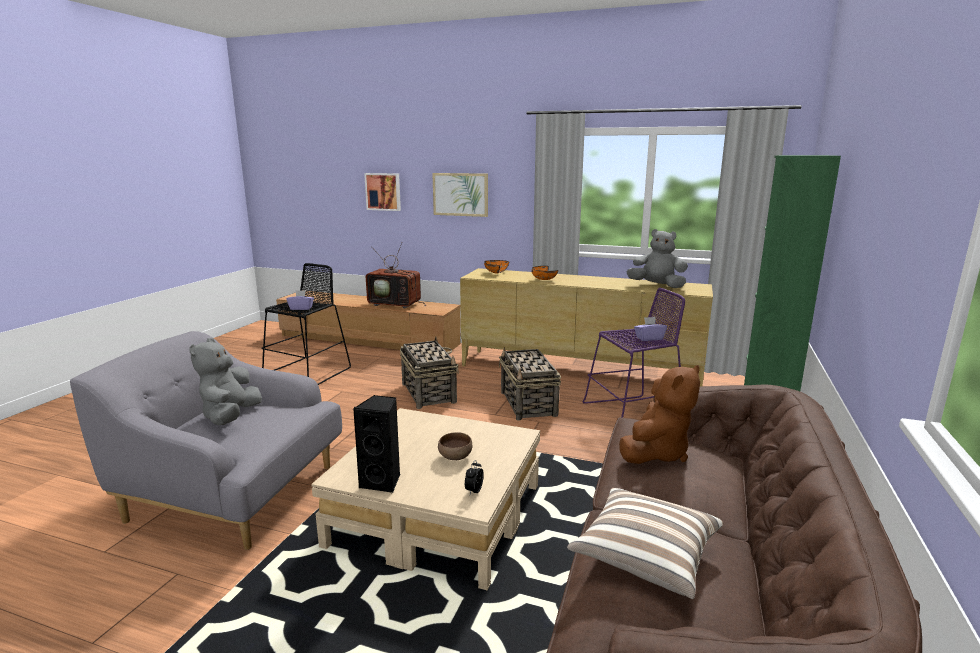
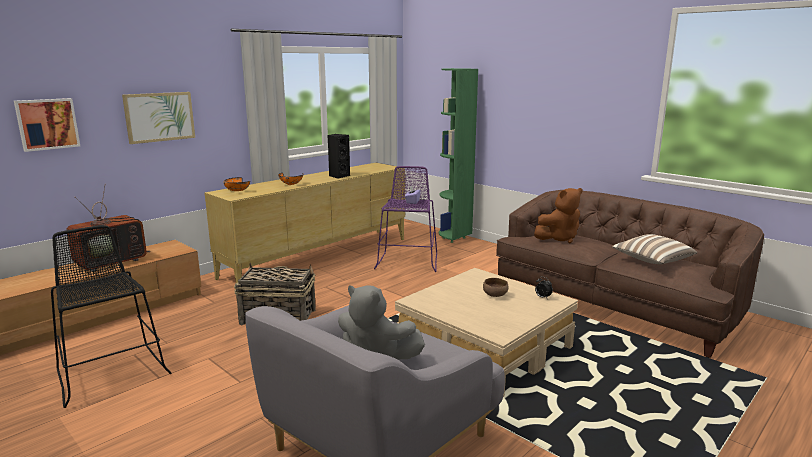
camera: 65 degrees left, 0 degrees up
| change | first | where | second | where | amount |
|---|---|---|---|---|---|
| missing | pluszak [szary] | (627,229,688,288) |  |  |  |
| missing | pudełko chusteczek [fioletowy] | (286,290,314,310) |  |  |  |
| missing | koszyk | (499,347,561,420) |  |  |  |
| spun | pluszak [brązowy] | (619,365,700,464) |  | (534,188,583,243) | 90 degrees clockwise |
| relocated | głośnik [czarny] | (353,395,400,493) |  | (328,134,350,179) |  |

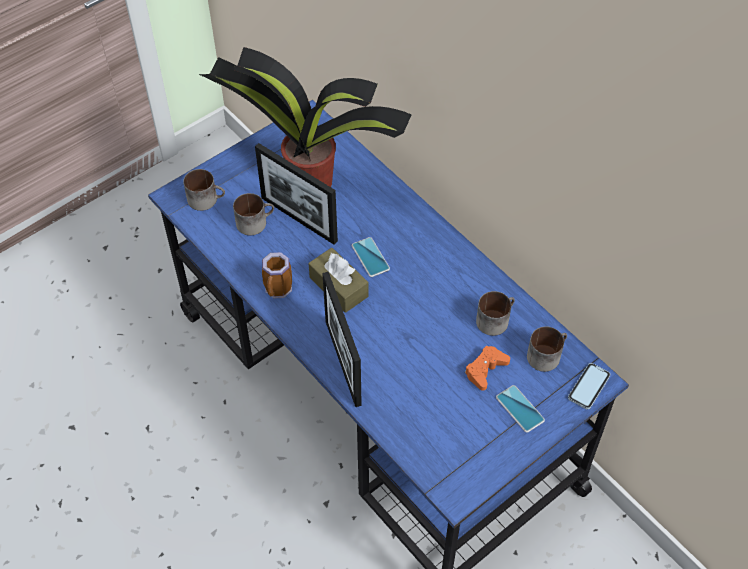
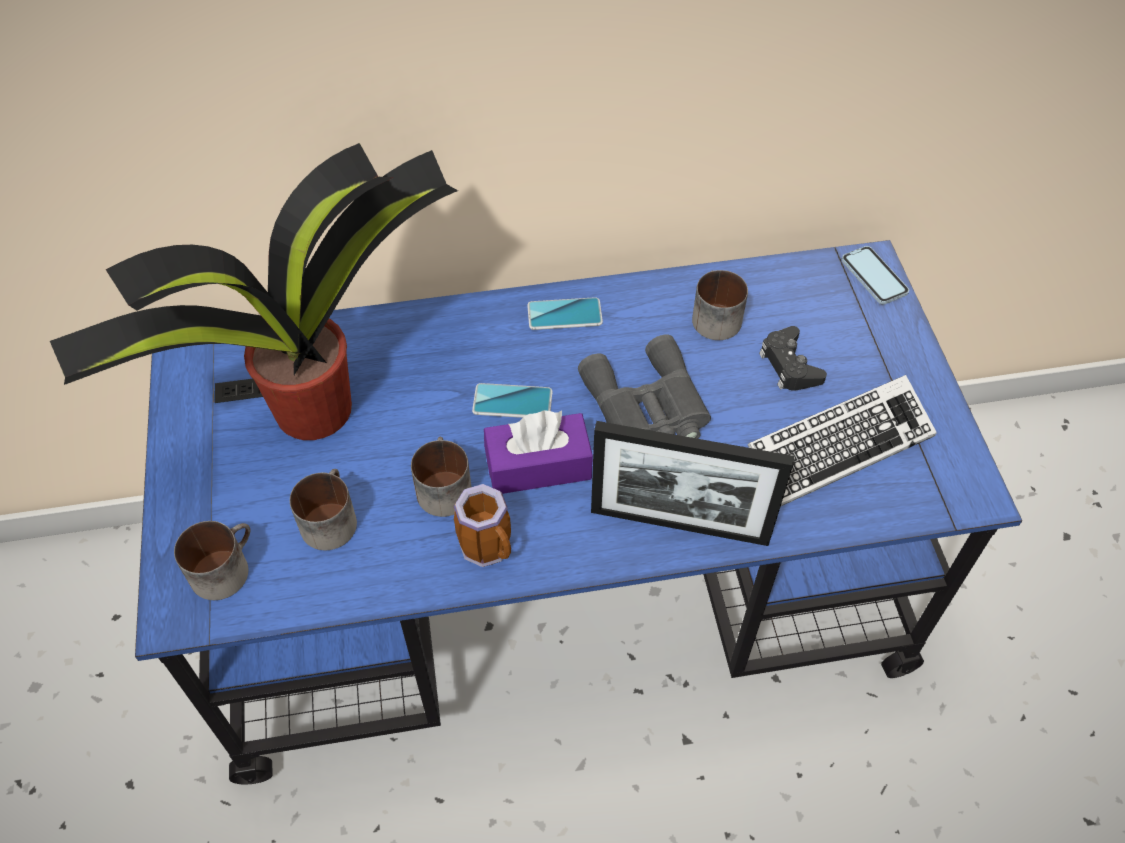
camera: 60 degrees left, 0 degrees up
| change | first | where | second | where | amount |
|---|---|---|---|---|---|
| missing | ramka na zdjęcie | (255,143,338,245) |  |  |  |
| colour | pudełko chusteczek [brązowy] | (309,248,369,313) | pudełko chusteczek [fioletowy] | (484,410,593,494) |  |
| relocated | kubek | (527,326,567,372) |  | (411,437,471,517) |  |
| colour | pad do gier [pomarańczowy] | (465,346,510,391) | pad do gier [czarny] | (759,326,827,391) |  |
| relocated | telefon | (496,385,545,432) |  | (527,297,603,330) |  |
| appeared |  |  | lornetka [szary] | (578,335,711,439) |  |
| appeared |  |  | klawiatura | (747,375,937,506) |  |

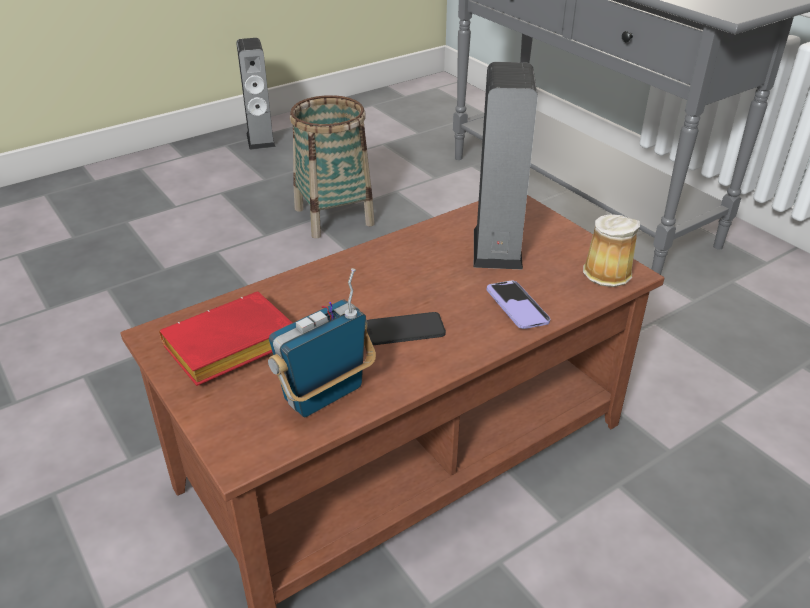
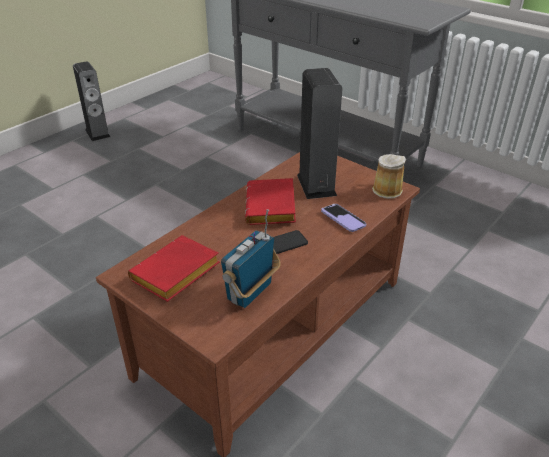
camera: 15 degrees left, 0 degrees up
| change | first | where | second | where | amount |
|---|---|---|---|---|---|
| missing | koszyk | (290,95,375,238) |  |  |  |
| appeared |  |  | książka [czerwony] | (245,178,296,225) |  |

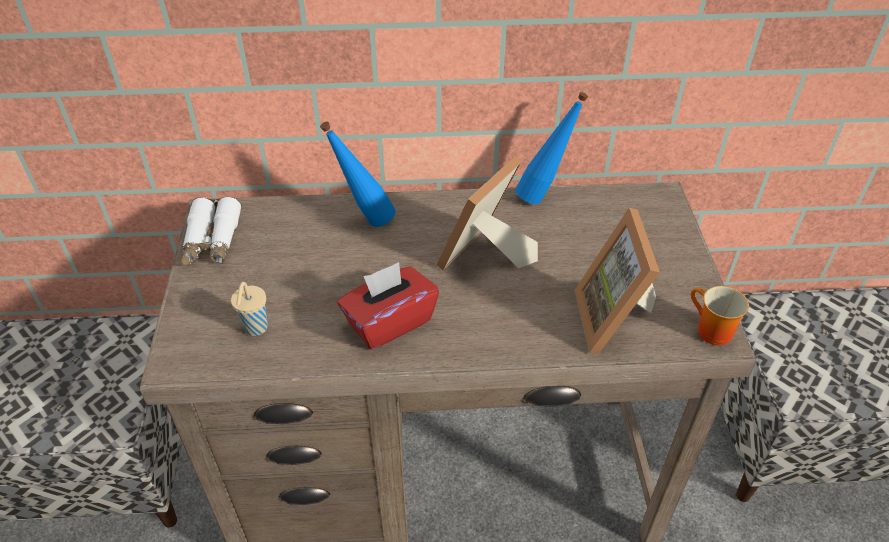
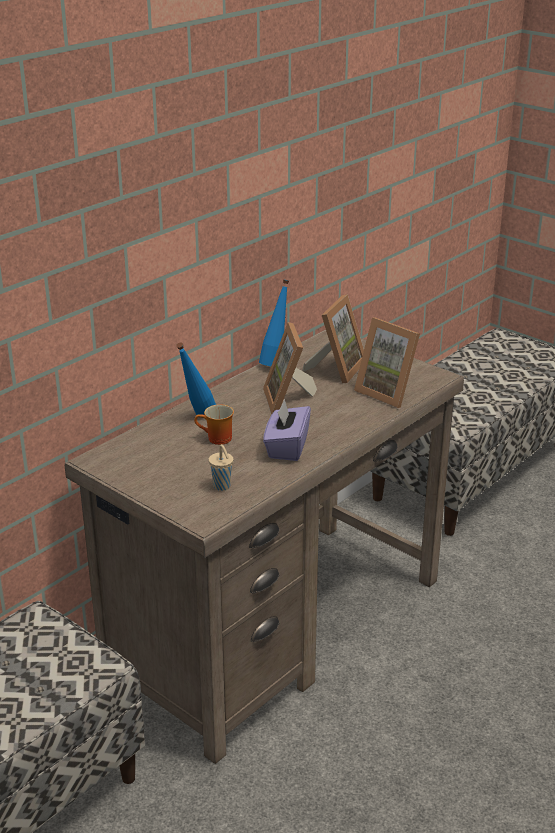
camera: 45 degrees left, 15 degrees down
| change | first | where | second | where | amount |
|---|---|---|---|---|---|
| missing | lornetka [biały] | (181,196,242,265) |  |  |  |
| colour | pudełko chusteczek [czerwony] | (337,262,439,349) | pudełko chusteczek [fioletowy] | (263,399,311,461) |  |
| relocated | kubek | (691,286,749,345) |  | (194,404,234,445) |  |
| appeared |  |  | ramka na zdjęcie | (302,294,364,384) |  |

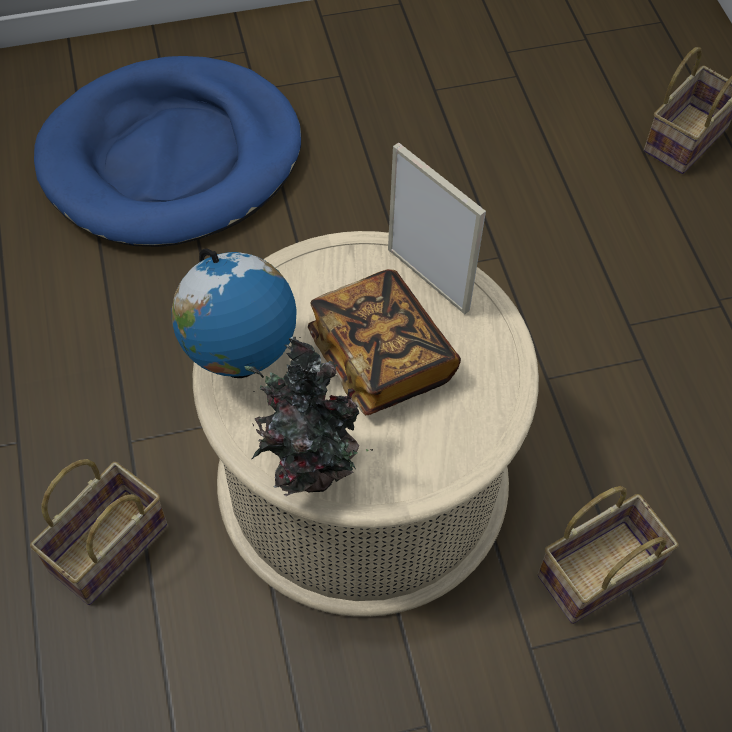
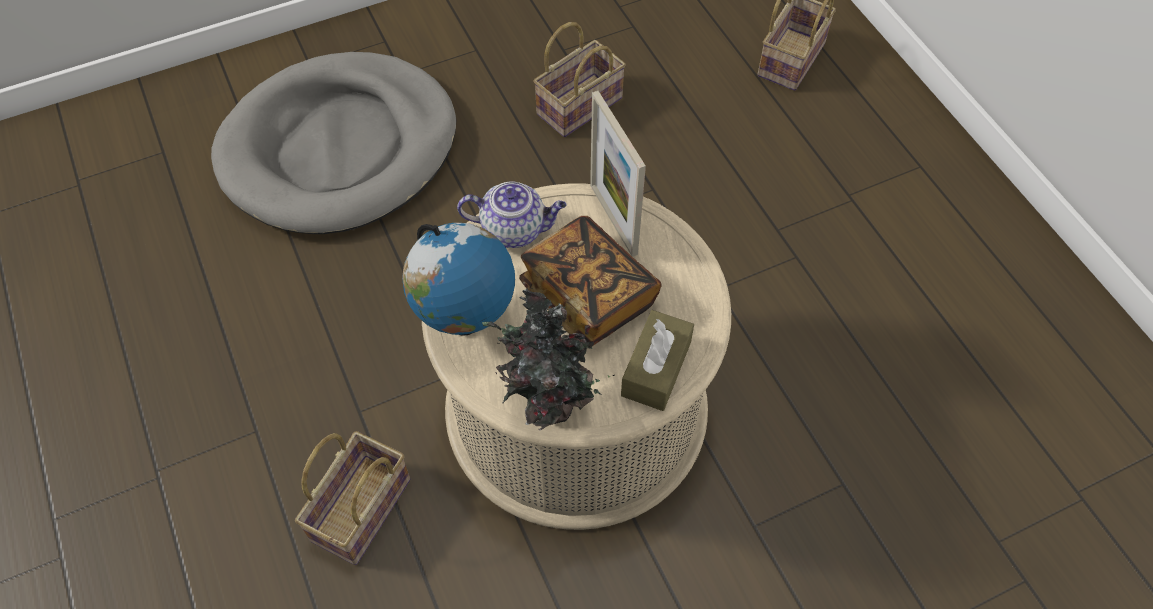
camera: 10 degrees left, 0 degrees up
| change | first | where | second | where | amount |
|---|---|---|---|---|---|
| colour | legowisko [niebieski] | (34,56,302,247) | legowisko [szary] | (211,52,456,234) |  |
| spun | ramka na zdjęcie | (388,142,486,315) |  | (590,91,646,257) | 150 degrees counterclockwise |
| relocated | koszyk | (537,486,679,624) |  | (533,22,626,137) |  |
| appeared |  |  | imbryk | (457,181,566,248) |  |
| appeared |  |  | pudełko chusteczek [brązowy] | (621,310,694,411) |  |

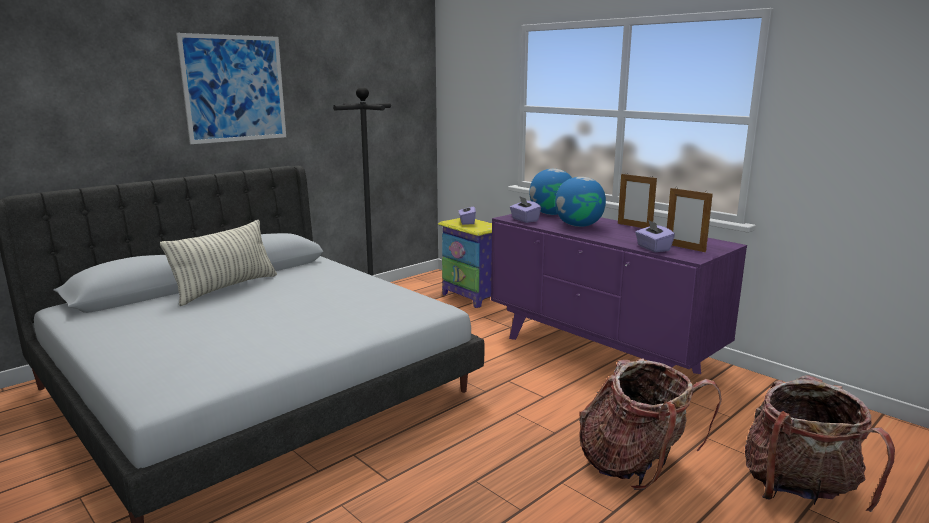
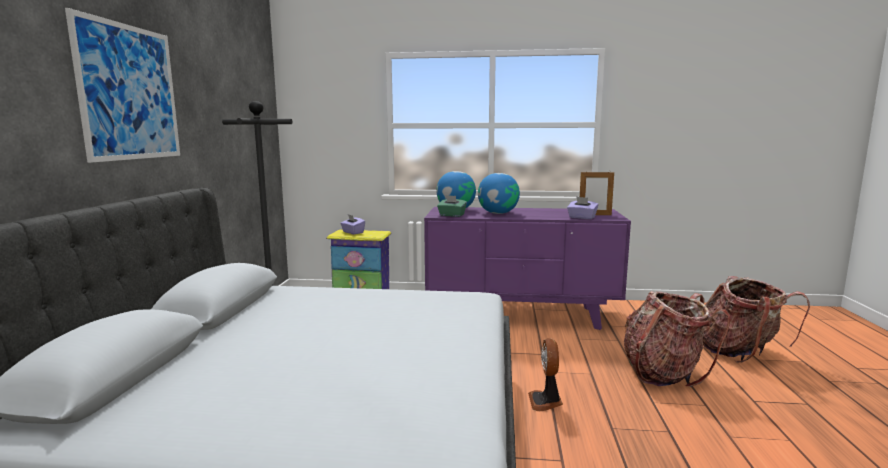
camera: 40 degrees left, 5 degrees down
| change | first | where | second | where | amount |
|---|---|---|---|---|---|
| missing | ramka na zdjęcie | (618,173,657,228) |  |  |  |
| colour | pudełko chusteczek [fioletowy] | (510,197,541,223) | pudełko chusteczek [zielony] | (437,195,467,217) |  |
| missing | poduszka | (160,220,277,306) |  |  |  |
| appeared |  |  | wentylator | (528,338,563,411) |  |

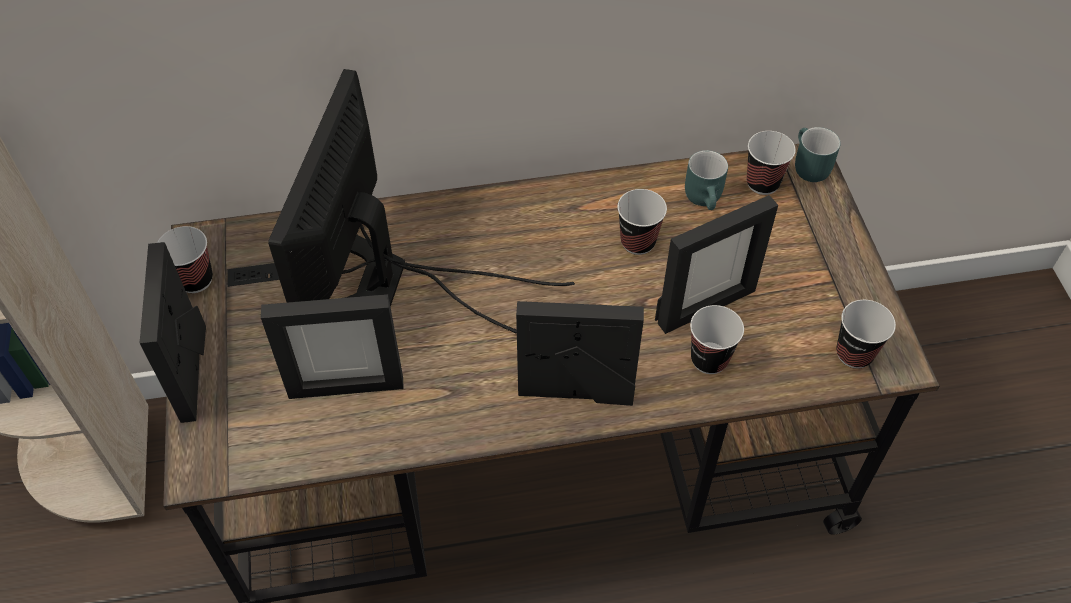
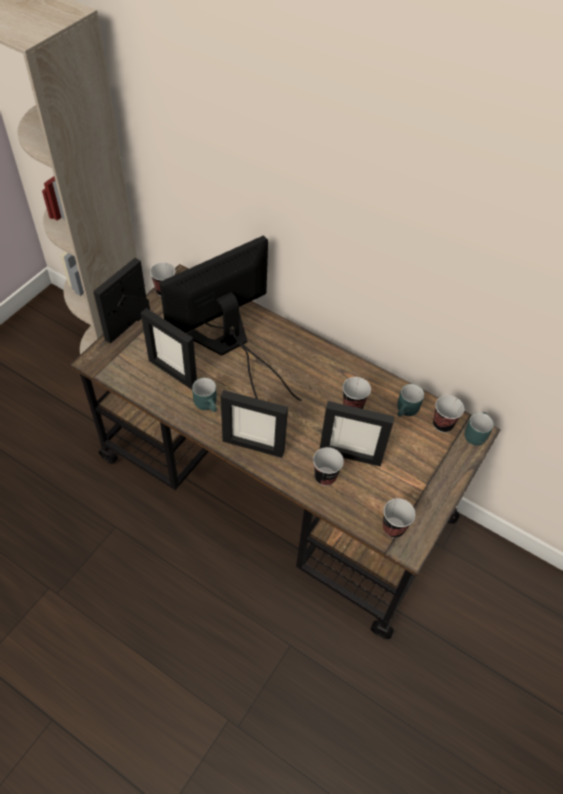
camera: 40 degrees right, 0 degrees up
| change | first | where | second | where | amount |
|---|---|---|---|---|---|
| spun | ramka na zdjęcie | (516,301,644,406) |  | (221,390,288,458) | 150 degrees clockwise |
| appeared |  |  | kubek [turkusowy] | (192,378,217,412) |  |

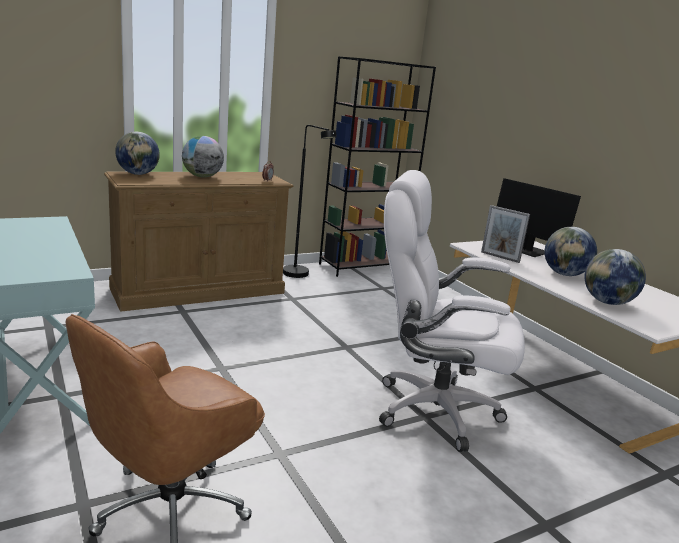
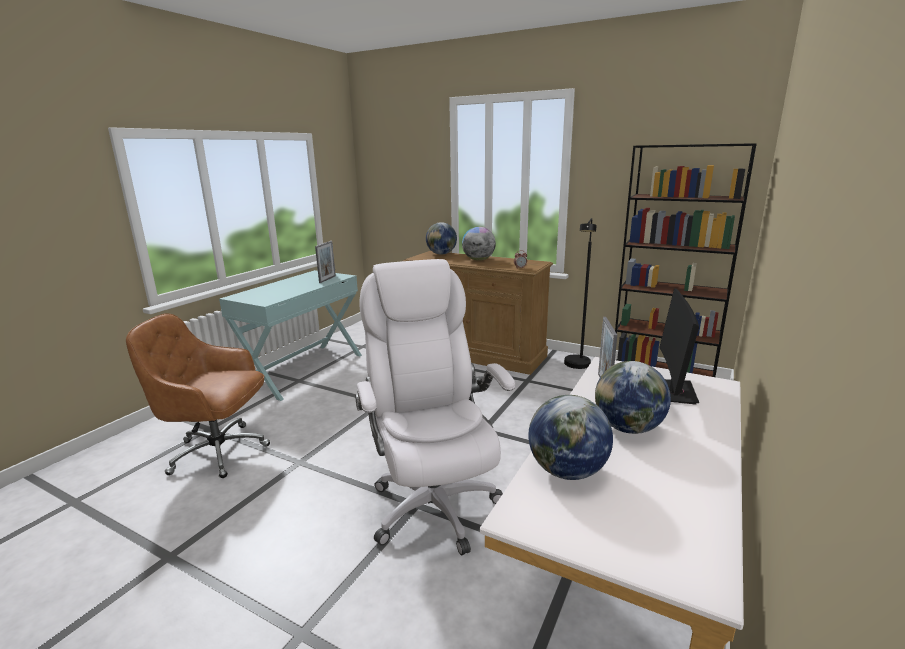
camera: 60 degrees right, 0 degrees up
| change | first | where | second | where | amount |
|---|---|---|---|---|---|
| appeared |  |  | ramka na zdjęcie | (315,241,336,283) |  |

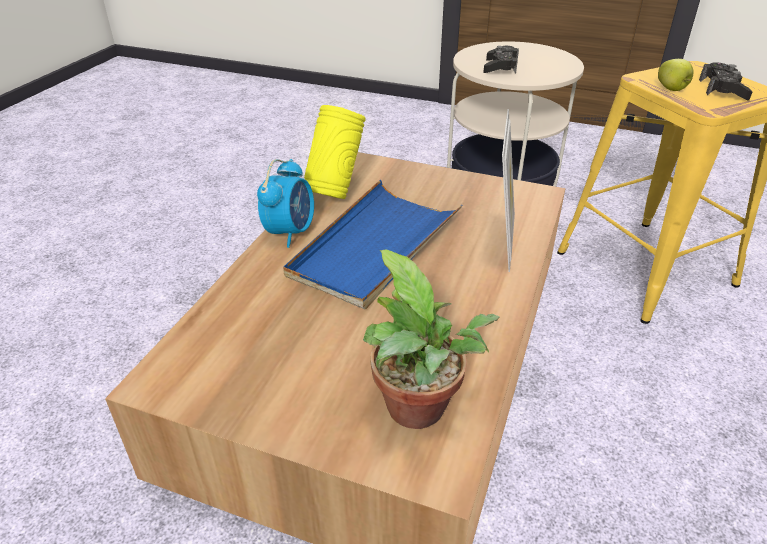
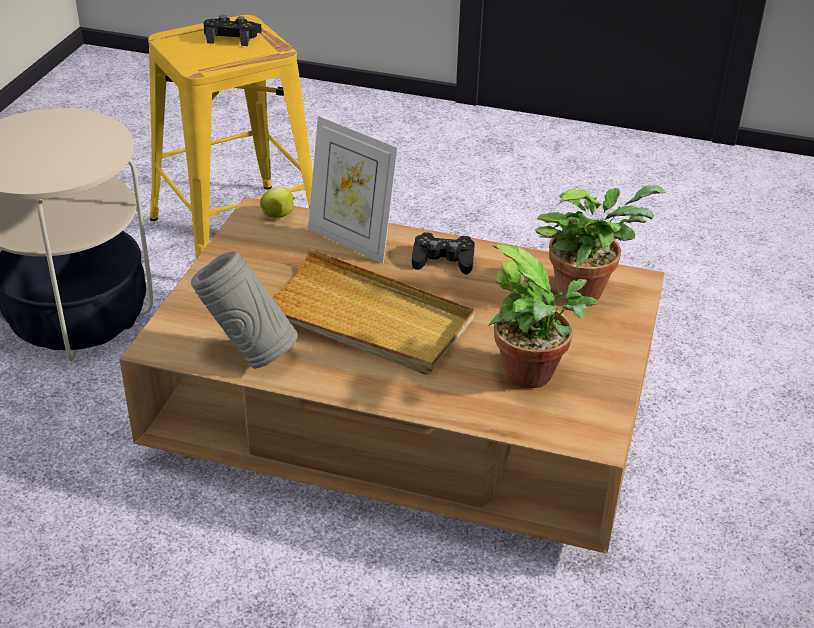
camera: 95 degrees left, 0 degrees up
| change | first | where | second | where | amount |
|---|---|---|---|---|---|
| relocated | pad do gier [czarny] | (483,46,519,73) |  | (412,232,475,275) |  |
| relocated | jabłko | (658,59,693,91) |  | (260,187,295,218) |  |
| colour | wazon [żółty] | (304,105,366,199) | wazon [szary] | (191,251,298,369) |  |
| spun | ramka na zdjęcie | (502,109,515,272) |  | (308,116,398,264) | 150 degrees counterclockwise |
| missing | budzik | (257,159,314,248) |  |  |  |
| colour | taca [niebieski] | (283,180,462,309) | taca [beżowy] | (272,248,475,375) |  |
| appeared |  |  | roślina doniczkowa | (489,244,598,388) |  |

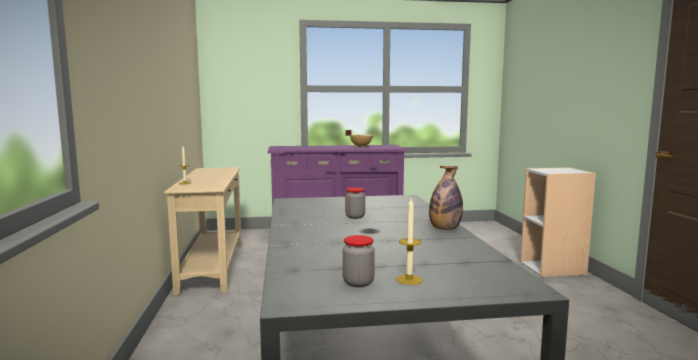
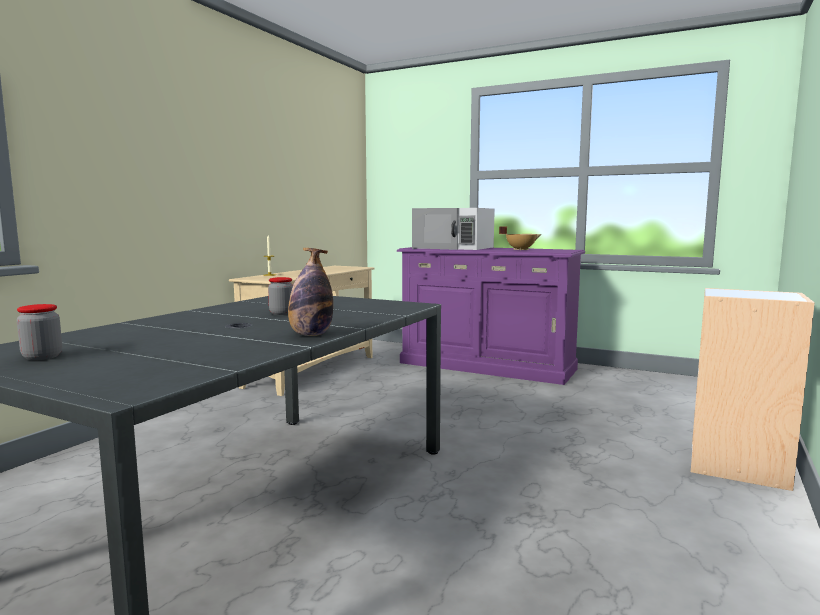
camera: 35 degrees right, 0 degrees up
| change | first | where | second | where | amount |
|---|---|---|---|---|---|
| missing | świeca | (396,199,423,285) |  |  |  |
| appeared |  |  | mikrofalówka [biały] | (412,208,495,250) |  |

